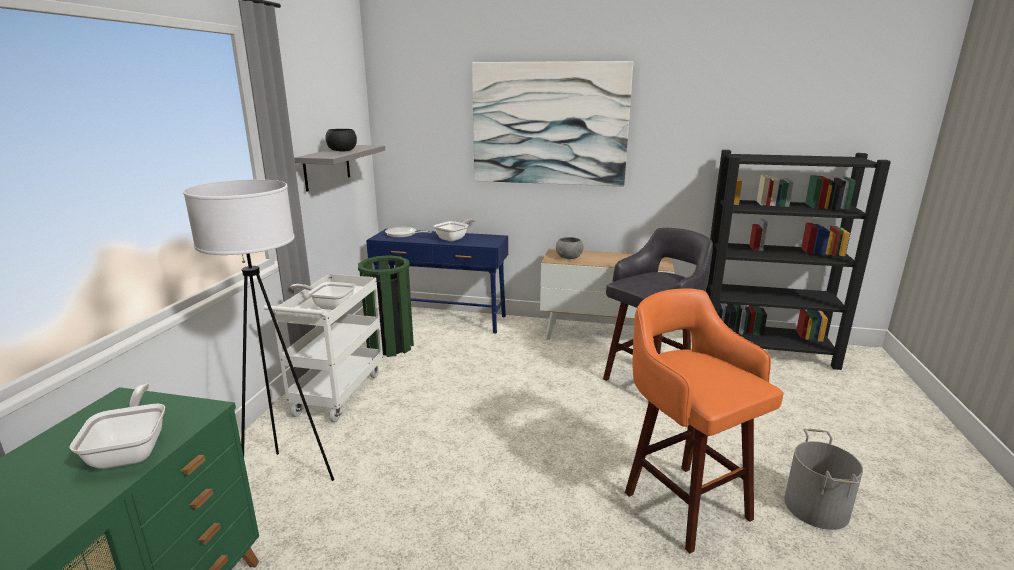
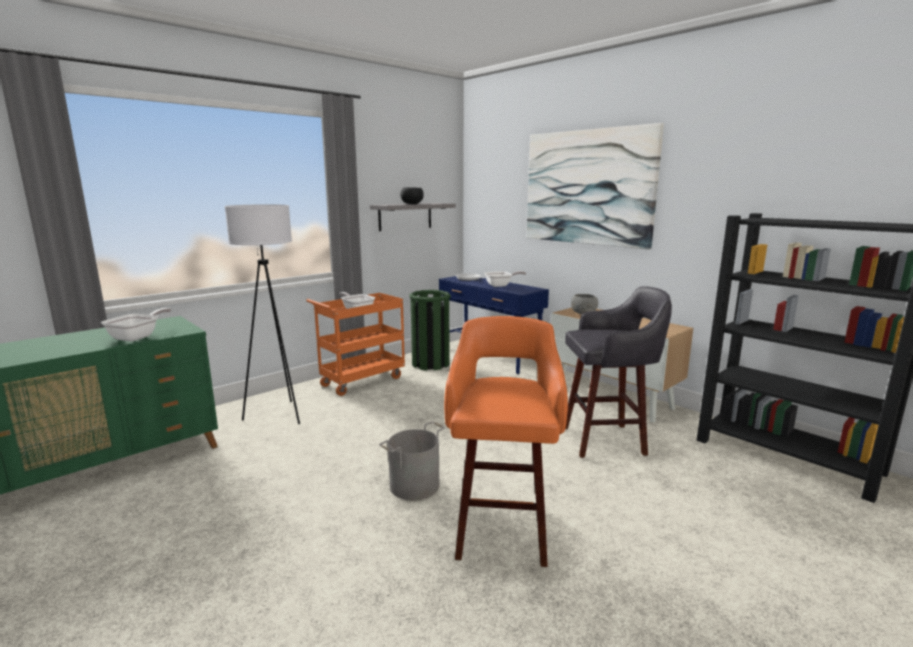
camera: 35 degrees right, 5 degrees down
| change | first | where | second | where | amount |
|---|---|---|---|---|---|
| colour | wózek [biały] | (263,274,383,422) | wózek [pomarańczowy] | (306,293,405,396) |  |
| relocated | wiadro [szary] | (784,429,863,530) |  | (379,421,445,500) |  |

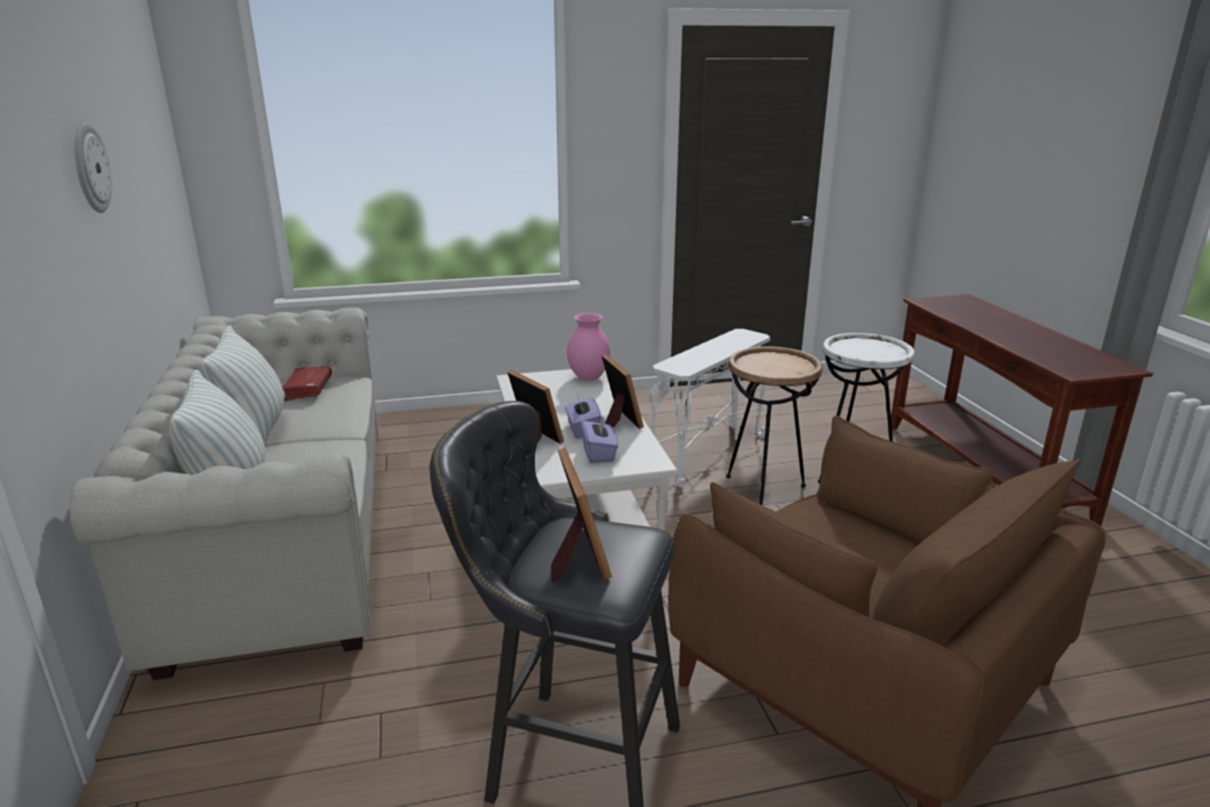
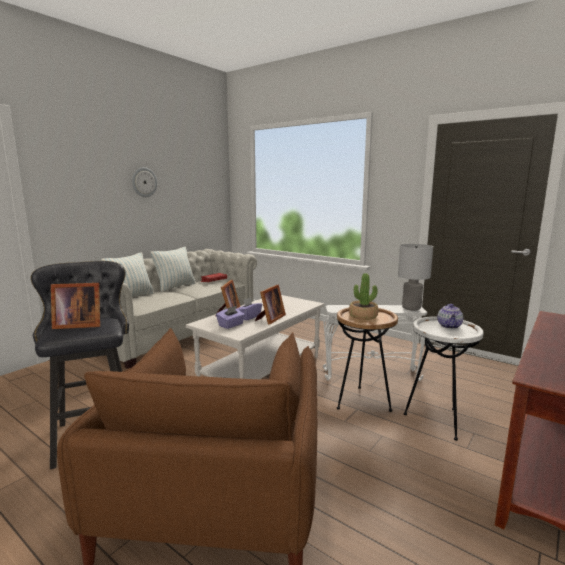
camera: 50 degrees right, 10 degrees down
| change | first | where | second | where | amount |
|---|---|---|---|---|---|
| missing | wazon [różowy] | (567,313,610,381) |  |  |  |
| spun | ramka na zdjęcie | (551,448,612,582) |  | (51,283,100,329) | 45 degrees clockwise |
| appeared |  |  | lampa stołowa [szary] | (398,244,433,311) |  |
| appeared |  |  | roślina doniczkowa | (349,273,379,320) |  |
| appeared |  |  | imbryk | (437,304,463,329) |  |

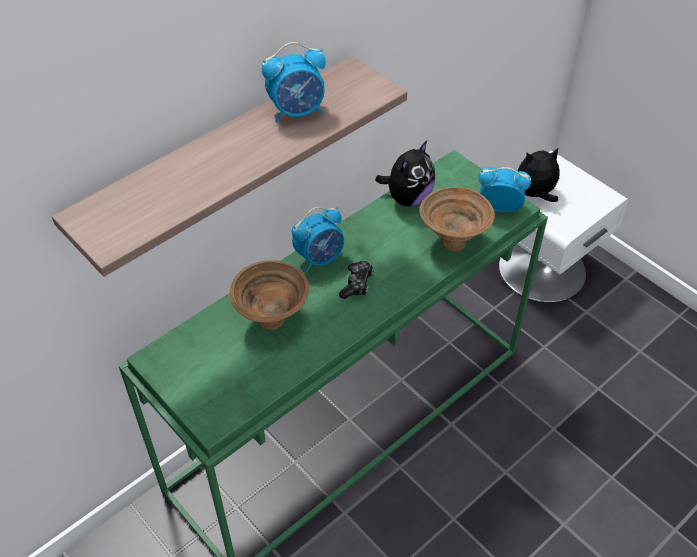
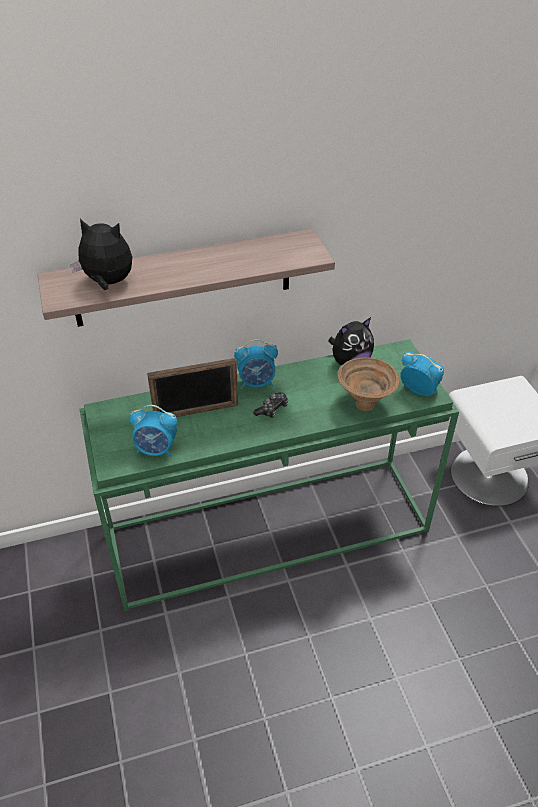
camera: 25 degrees right, 5 degrees down
| change | first | where | second | where | amount |
|---|---|---|---|---|---|
| relocated | budzik | (262,42,326,123) |  | (130,405,177,457) |  |
| relocated | pluszak | (518,148,560,202) |  | (70,219,132,290) |  |
| exchanged | miska [brązowy] | (230,260,309,330) | ramka na zdjęcie | (147,358,238,417) |  |

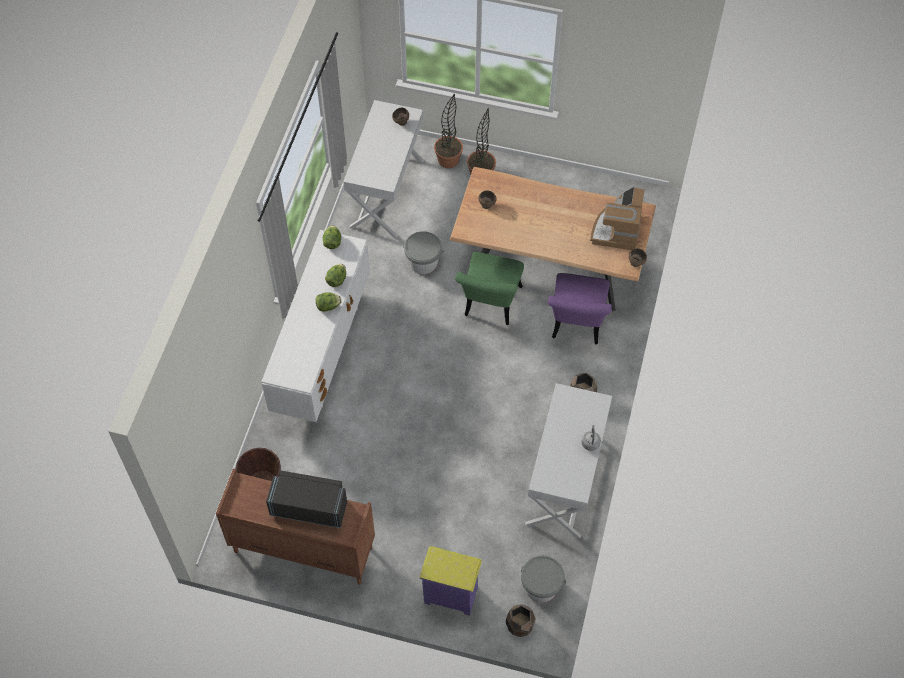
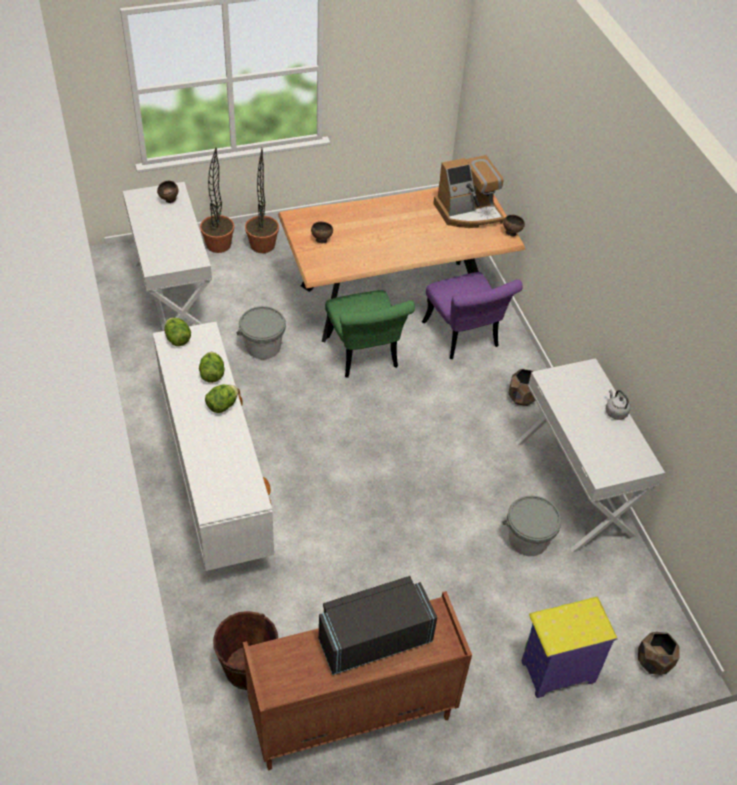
camera: 35 degrees left, 10 degrees down
| change | first | where | second | where | amount |
|---|---|---|---|---|---|
| spun | ekspres do kawy | (590,187,645,250) |  | (433,155,505,228) | 90 degrees counterclockwise |
| relocated | wiadro [szary] | (521,556,566,603) |  | (503,496,561,556) |  |

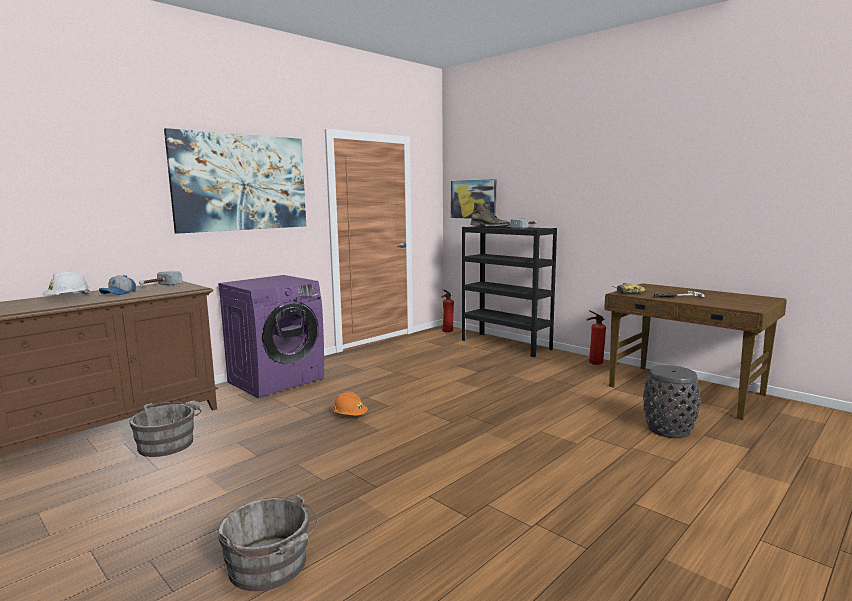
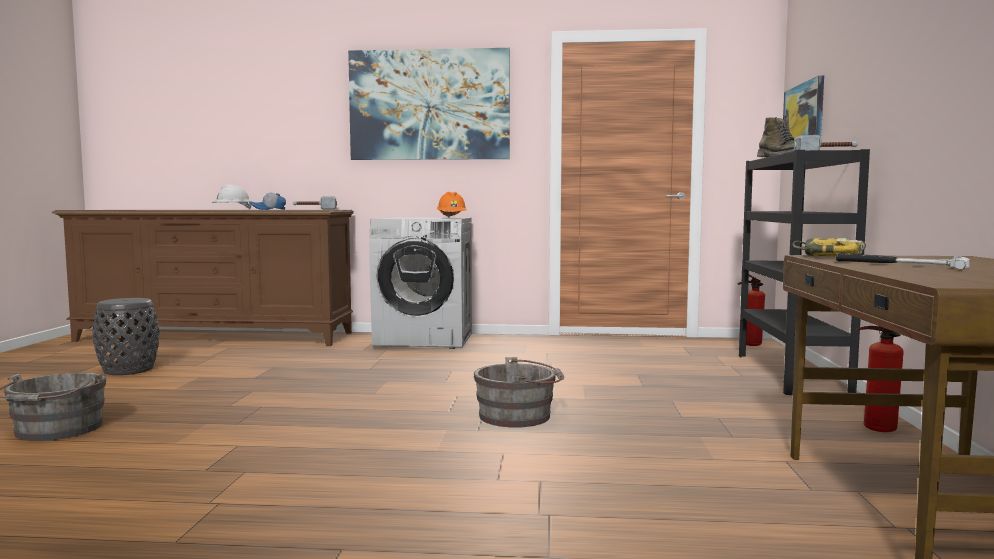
camera: 50 degrees right, 5 degrees down
| change | first | where | second | where | amount |
|---|---|---|---|---|---|
| colour | pralka [fioletowy] | (218,275,324,398) | pralka [biały] | (369,217,472,349) |  |
| relocated | stołek [szary] | (643,365,701,438) |  | (92,298,160,375) |  |
| relocated | kask [pomarańczowy] | (332,391,368,416) |  | (437,192,467,218) |  |
| relocated | wiadro [szary] | (129,402,201,457) |  | (473,357,565,428) |  |

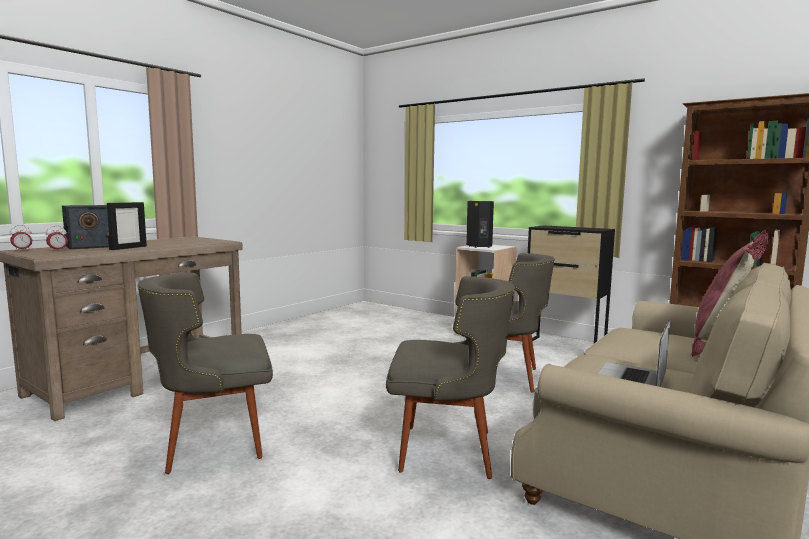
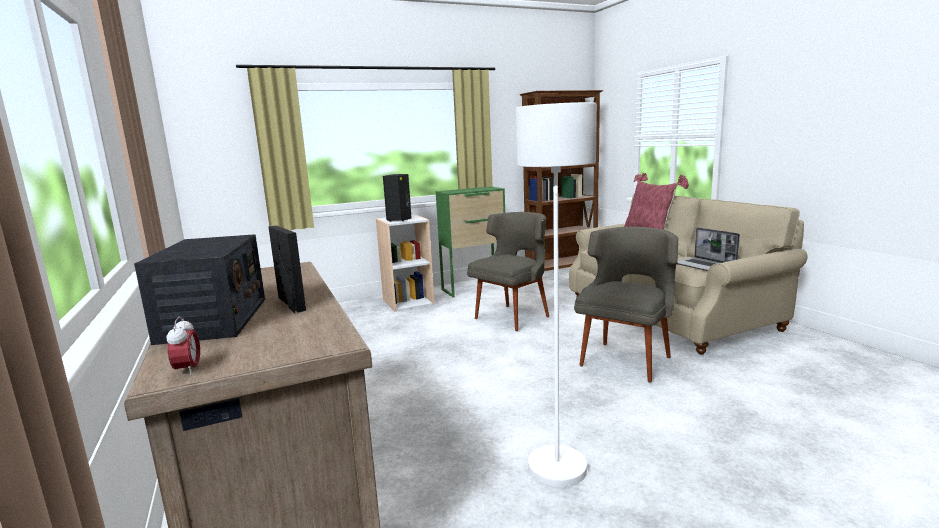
camera: 60 degrees left, 5 degrees up
| change | first | where | second | where | amount |
|---|---|---|---|---|---|
| colour | szafka [czarny] | (528,225,615,343) | szafka [zielony] | (436,186,505,297) |  |
| missing | budzik | (46,226,68,252) |  |  |  |
| exchanged | krzesło [szary] | (137,273,273,474) | lampa stojąca [biały] | (516,102,597,487) |  |

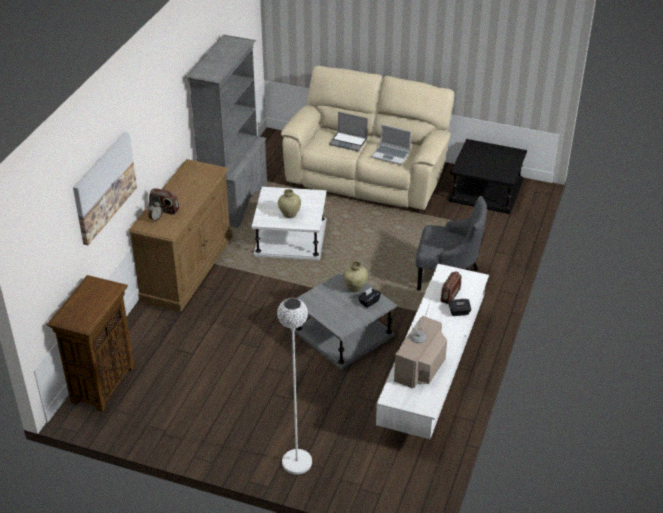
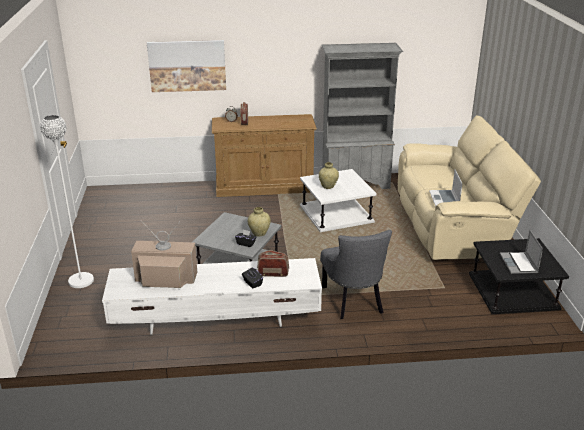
camera: 65 degrees right, 10 degrees down
| change | first | where | second | where | amount |
|---|---|---|---|---|---|
| relocated | laptop | (329,112,368,151) |  | (500,230,543,274) |  |
| missing | szafka [brązowy] | (46,275,134,412) |  |  |  |

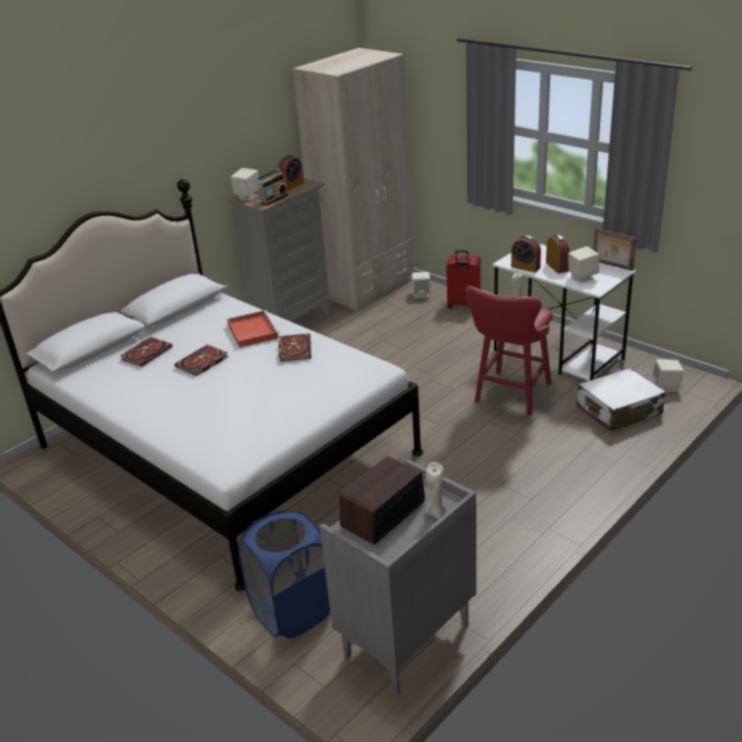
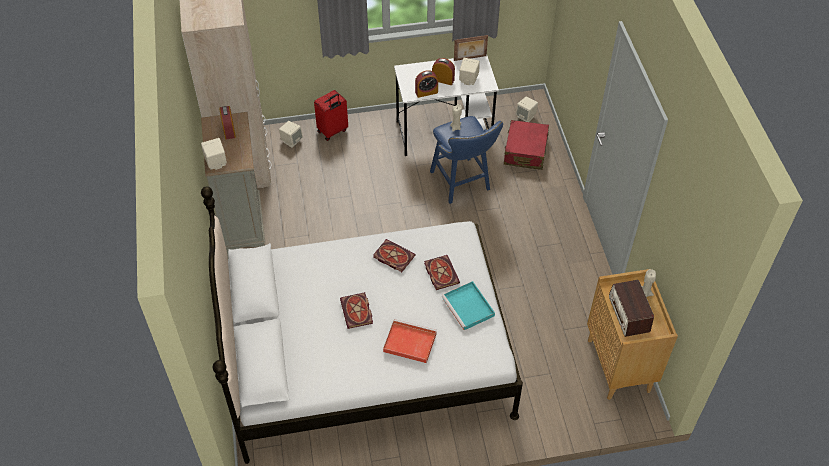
camera: 55 degrees left, 20 degrees up
| change | first | where | second | where | amount |
|---|---|---|---|---|---|
| missing | radio | (254,169,288,206) |  |  |  |
| colour | stołek [czerwony] | (465,286,553,415) | stołek [niebieski] | (430,116,503,204) |  |
| relocated | taca [czerwony] | (227,310,280,348) |  | (383,319,437,363) |  |
| relocated | książka | (121,337,173,367) |  | (424,255,460,290) |  |
| colour | walizka [biały] | (576,368,666,431) | walizka [czerwony] | (504,120,549,170) |  |
| colour | szafka [szary] | (320,459,476,695) | szafka [brązowy] | (587,269,678,400) |  |
| missing | kosz na pranie [niebieski] | (238,511,330,639) |  |  |  |
| appeared |  |  | taca [turkusowy] | (442,281,495,330) |  |

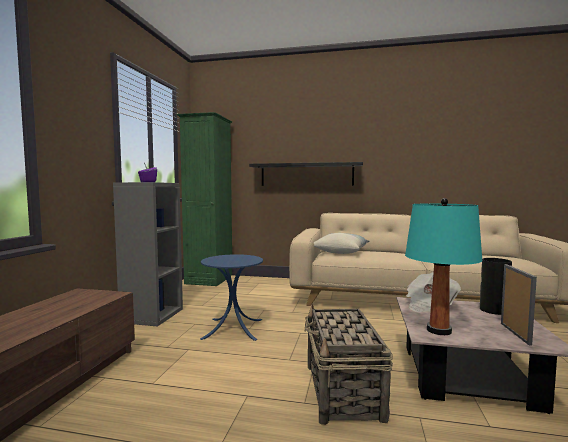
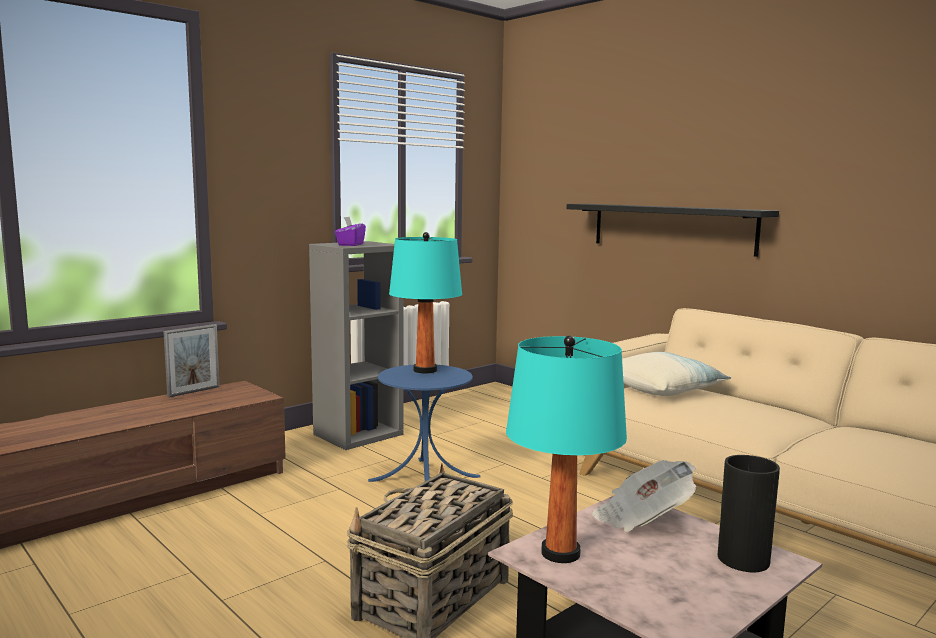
camera: 35 degrees right, 5 degrees up
| change | first | where | second | where | amount |
|---|---|---|---|---|---|
| missing | szafka [zielony] | (177,112,232,286) |  |  |  |
| relocated | ramka na zdjęcie | (501,264,537,345) |  | (163,324,220,398) |  |
| appeared |  |  | lampa stołowa [turkusowy] | (389,232,462,374) |  |

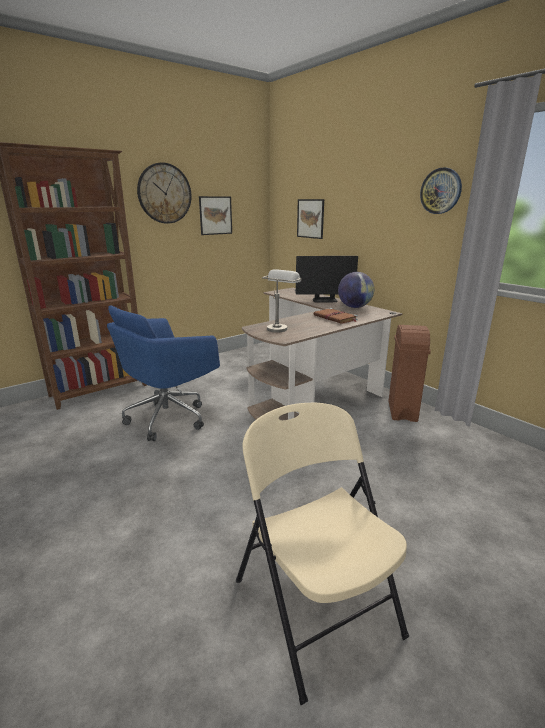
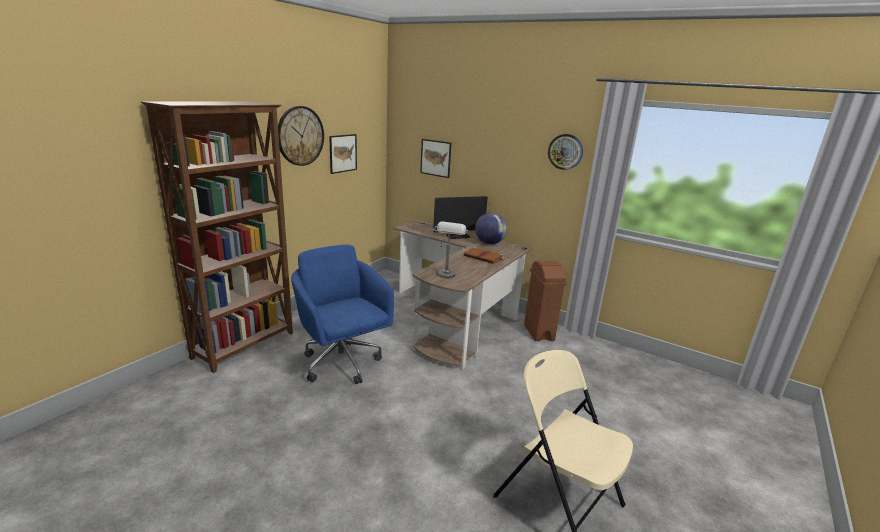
camera: 20 degrees left, 0 degrees up
| change | first | where | second | where | amount |
|---|---|---|---|---|---|
| spun | krzesło biurowe [niebieski] | (107,305,220,441) |  | (291,245,394,384) | 120 degrees clockwise |

